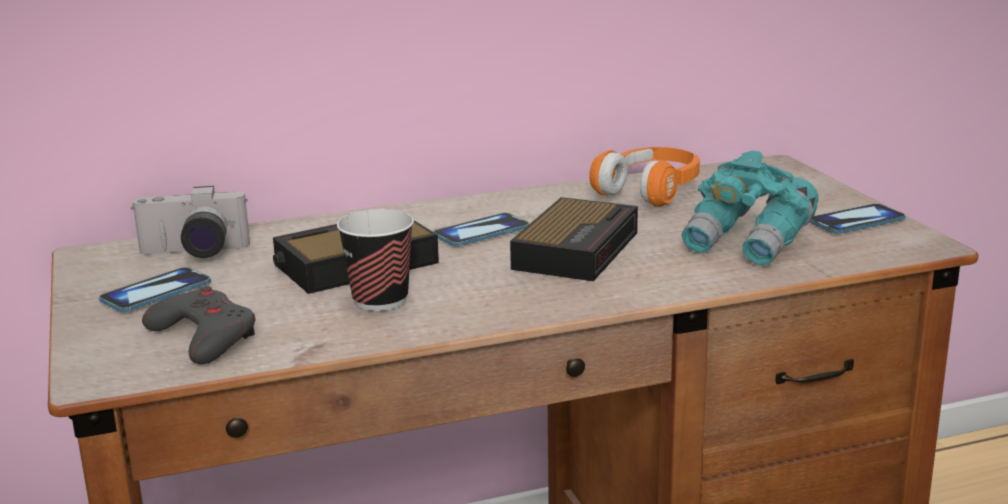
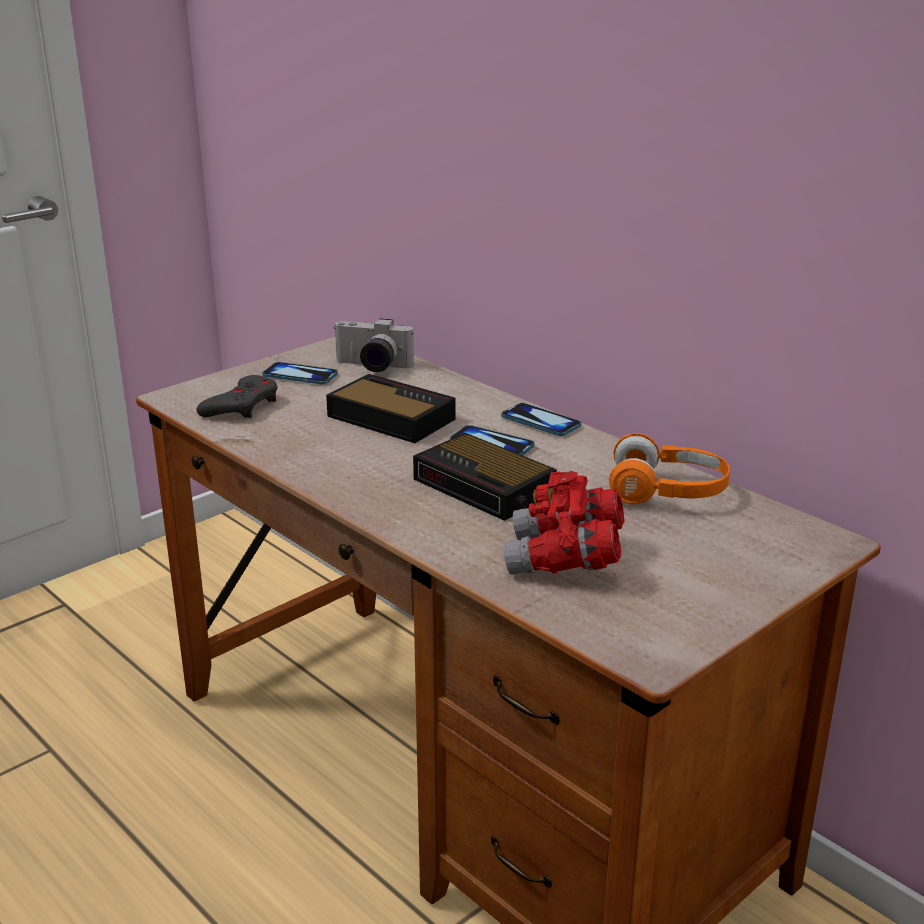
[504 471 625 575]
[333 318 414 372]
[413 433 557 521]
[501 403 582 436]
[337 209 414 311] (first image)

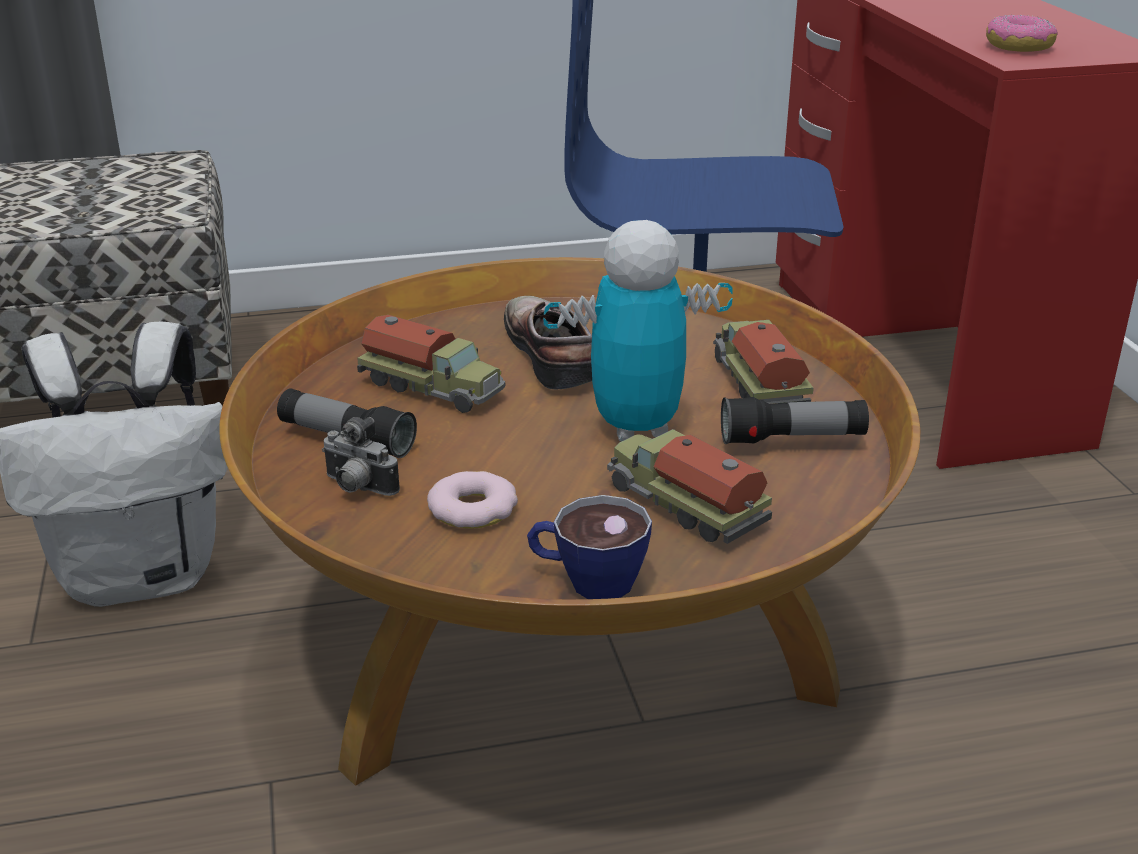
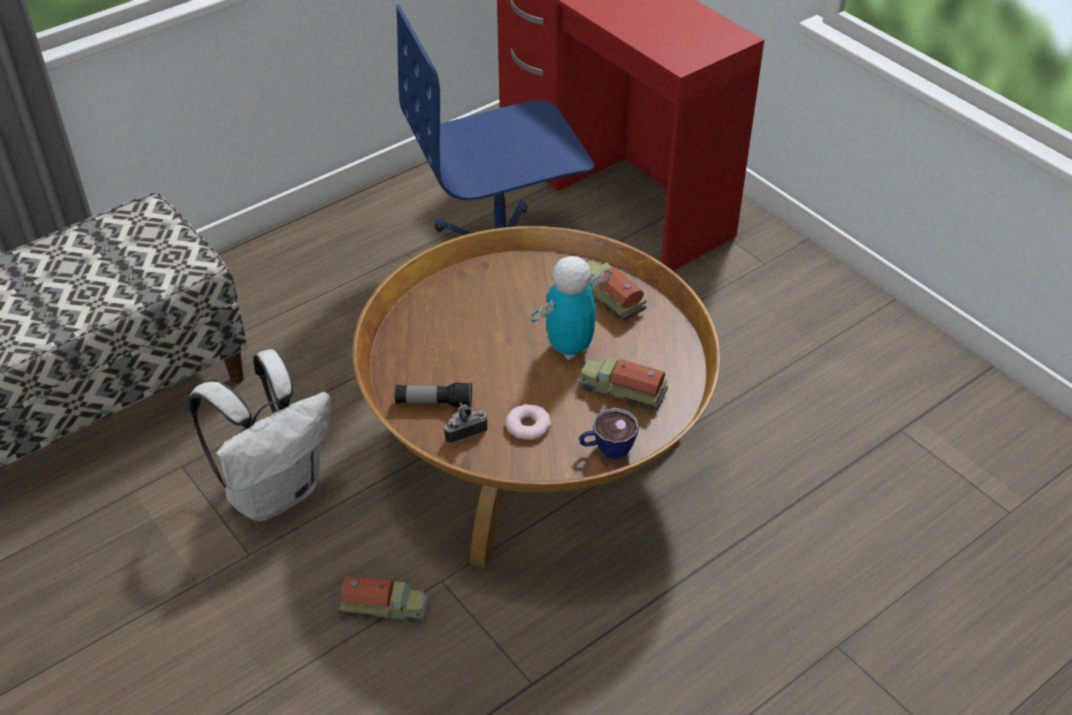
[986 15 1058 52] (first image)
[504 296 592 389] (first image)
[339 576 428 623]
[721 397 869 444] (first image)
[443 402 488 444]

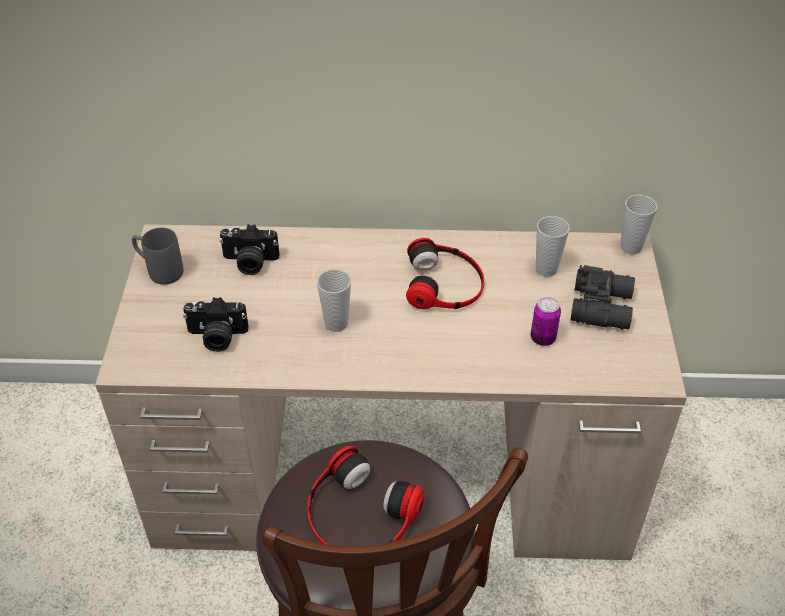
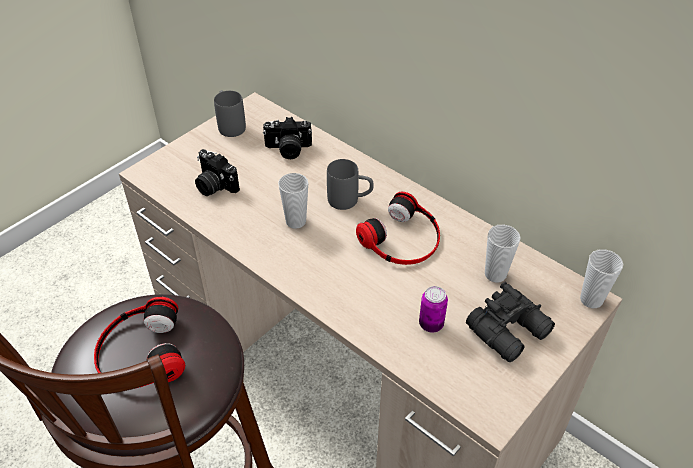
[263 117 312 159]
[327 159 374 210]

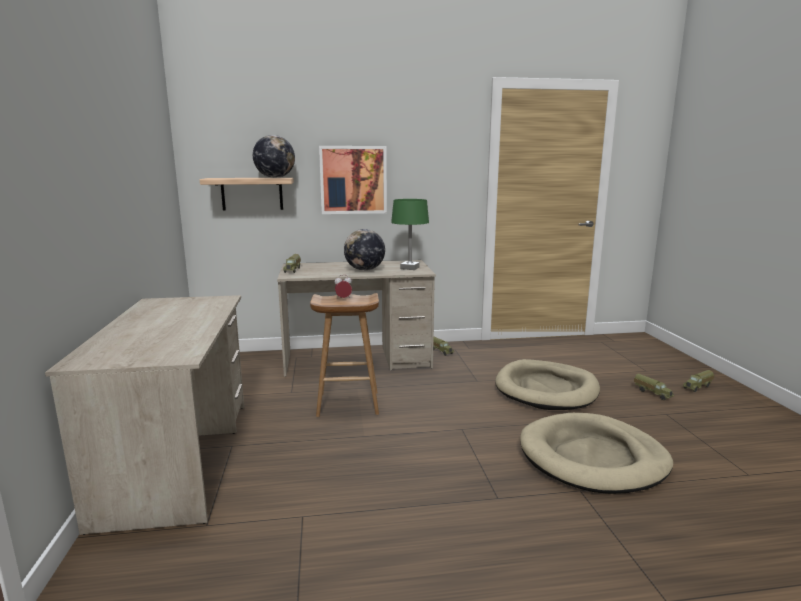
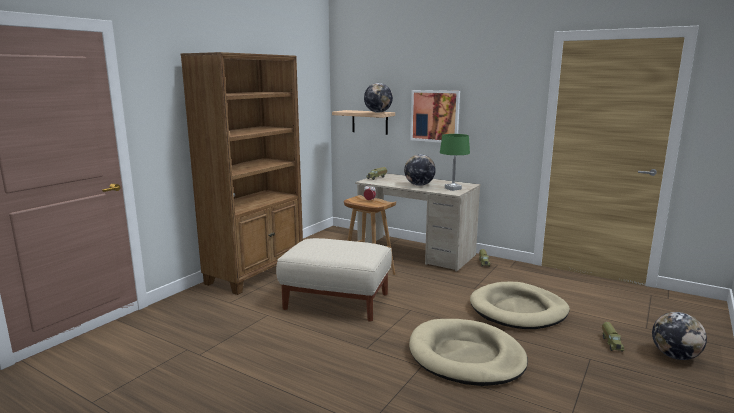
[180 52 303 295]
[652 312 707 360]
[276 238 392 322]

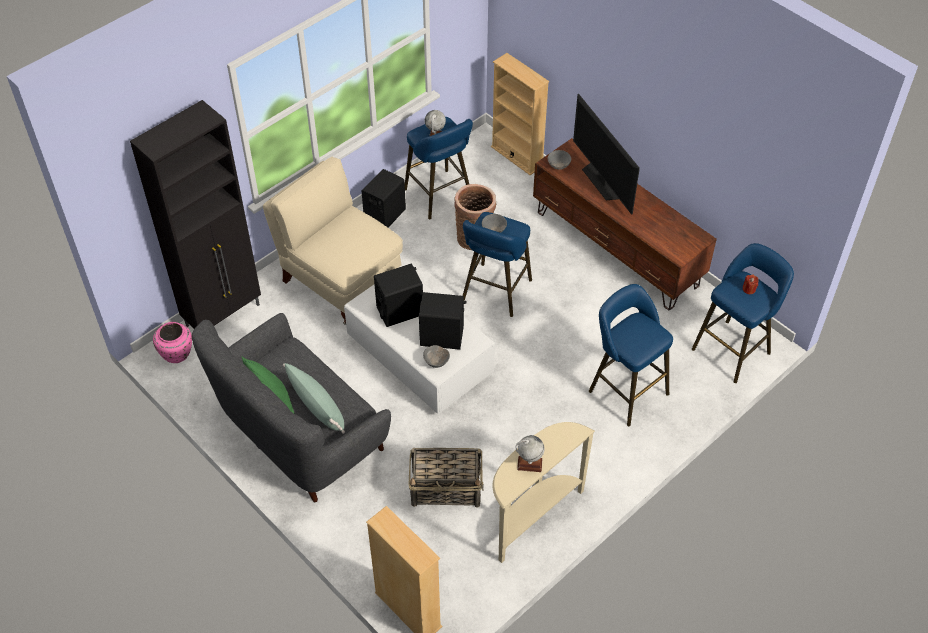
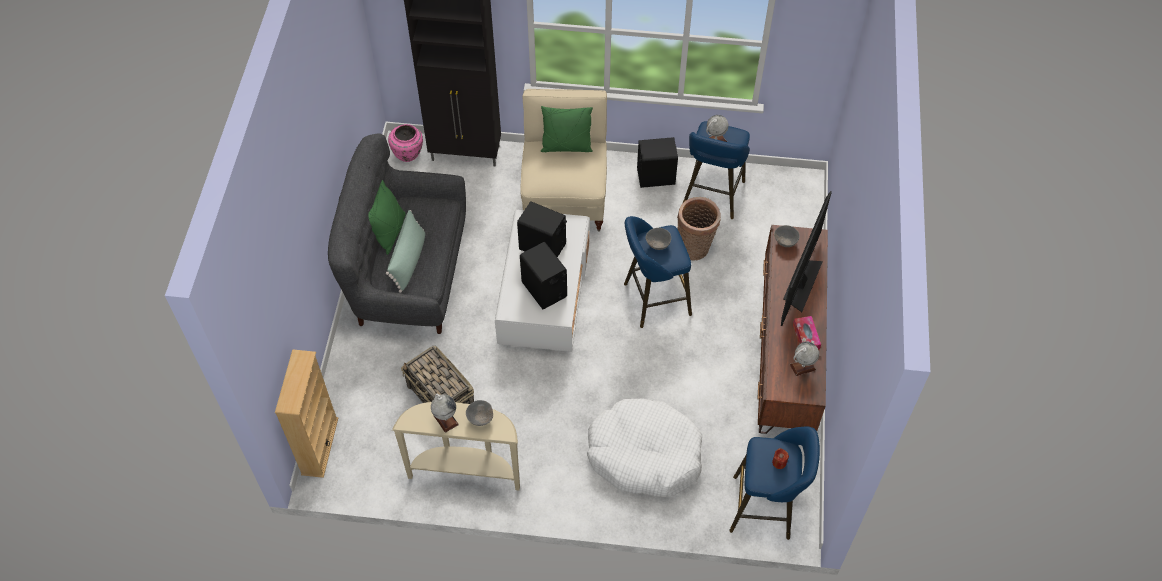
[491 53 549 175] (first image)
[587 399 702 497]
[466 400 493 426]
[541 106 593 152]
[793 316 821 350]
[790 342 819 376]

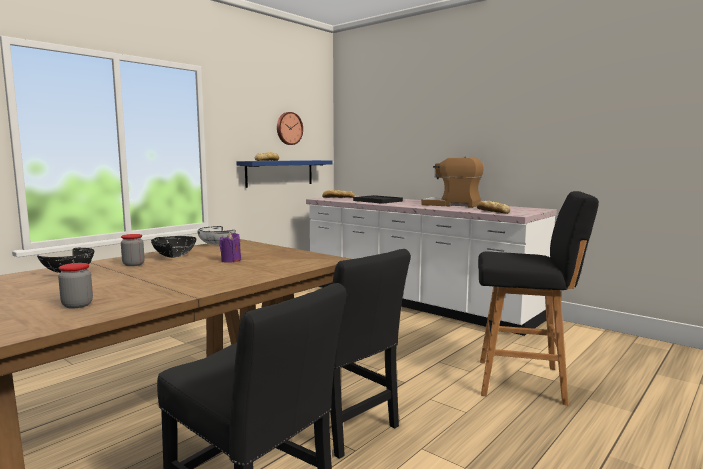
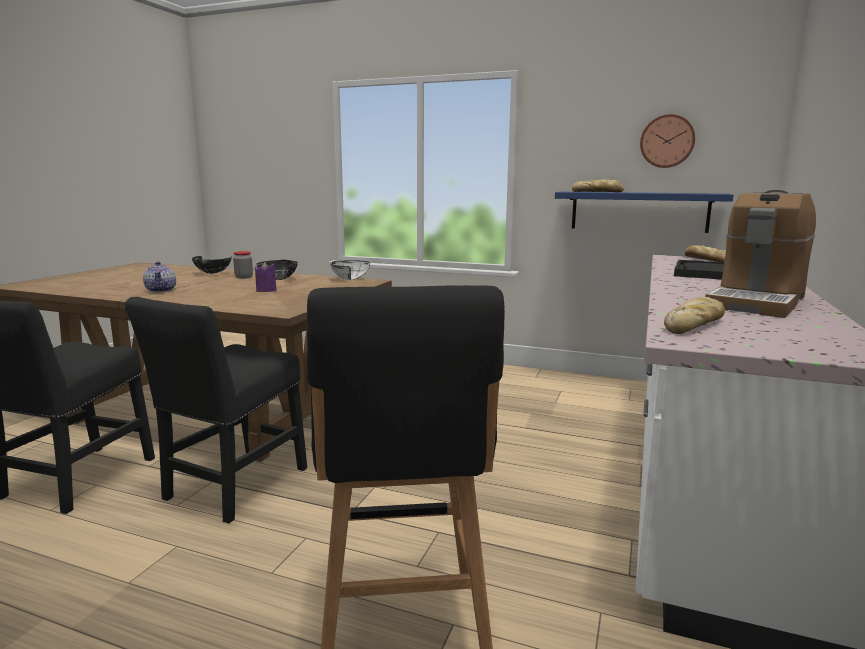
[705 190 816 318]
[58 263 93 309] (first image)
[143 261 176 293]

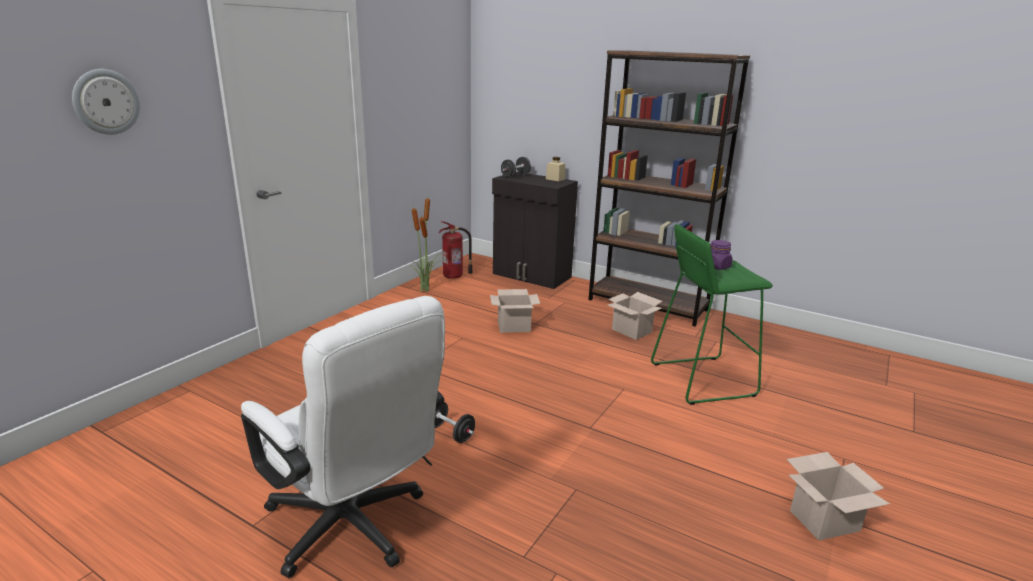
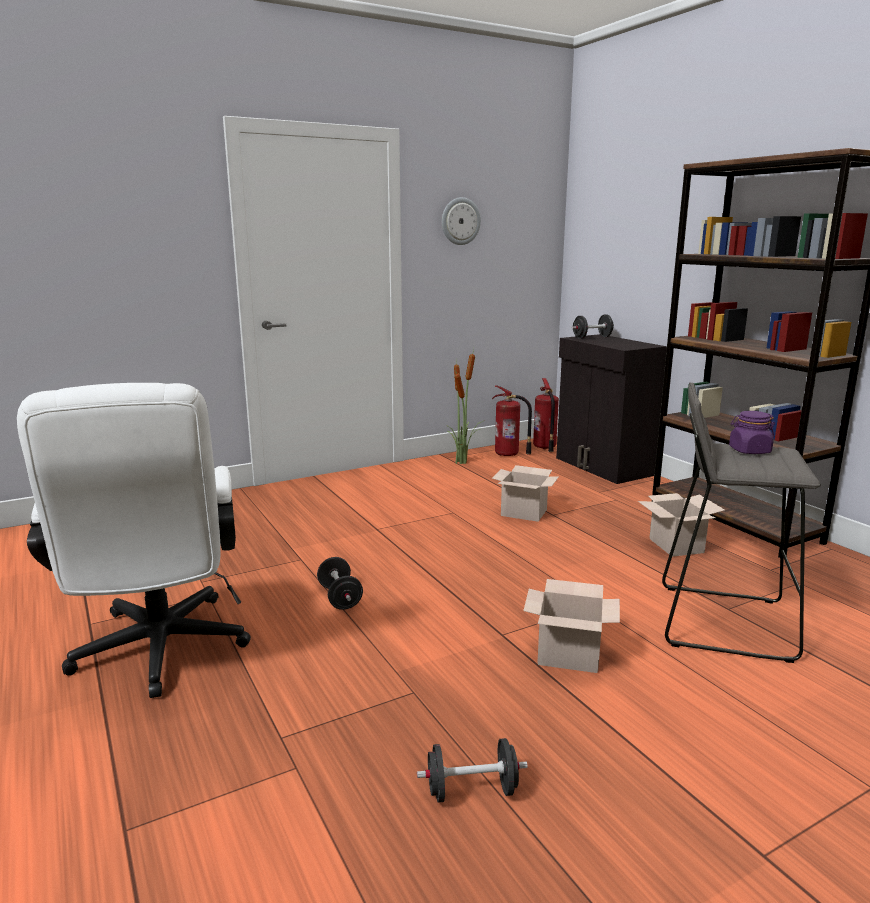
[442 197 481 245]
[546 157 565 181] (first image)
[662 382 821 663]
[523 579 620 673]
[533 378 559 452]
[417 738 528 803]

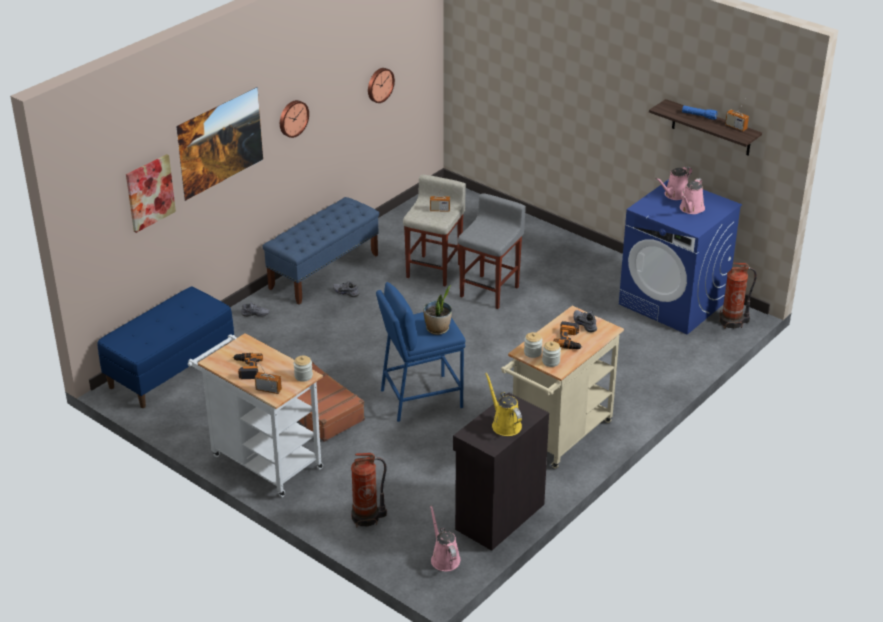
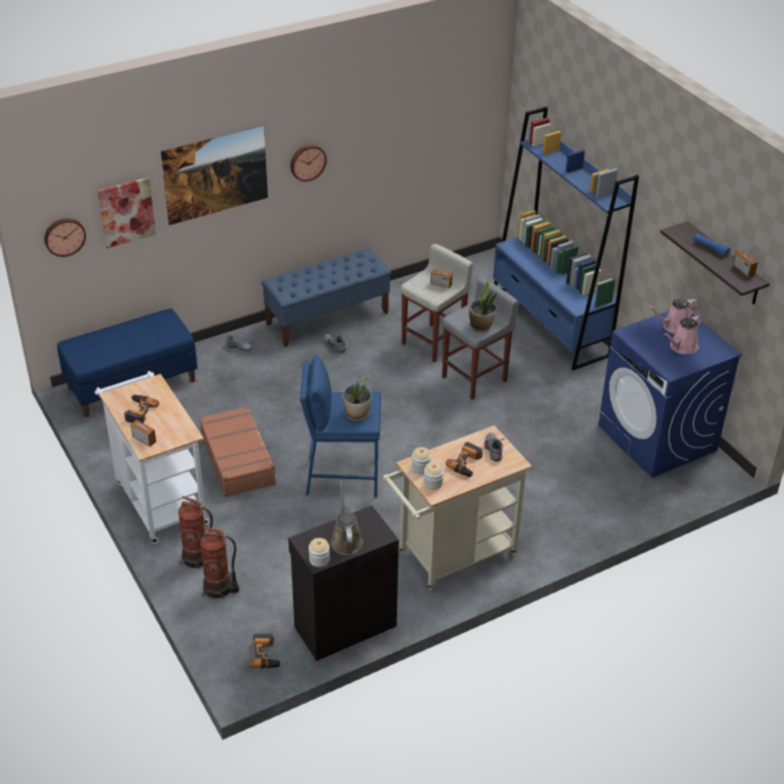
[44 218 86 257]
[178 496 213 569]
[309 538 330 567]
[331 482 363 555]
[249 633 282 668]
[493 107 639 370]
[469 279 498 332]

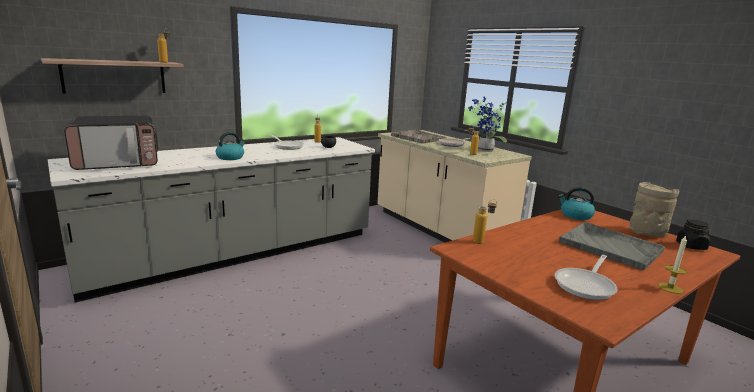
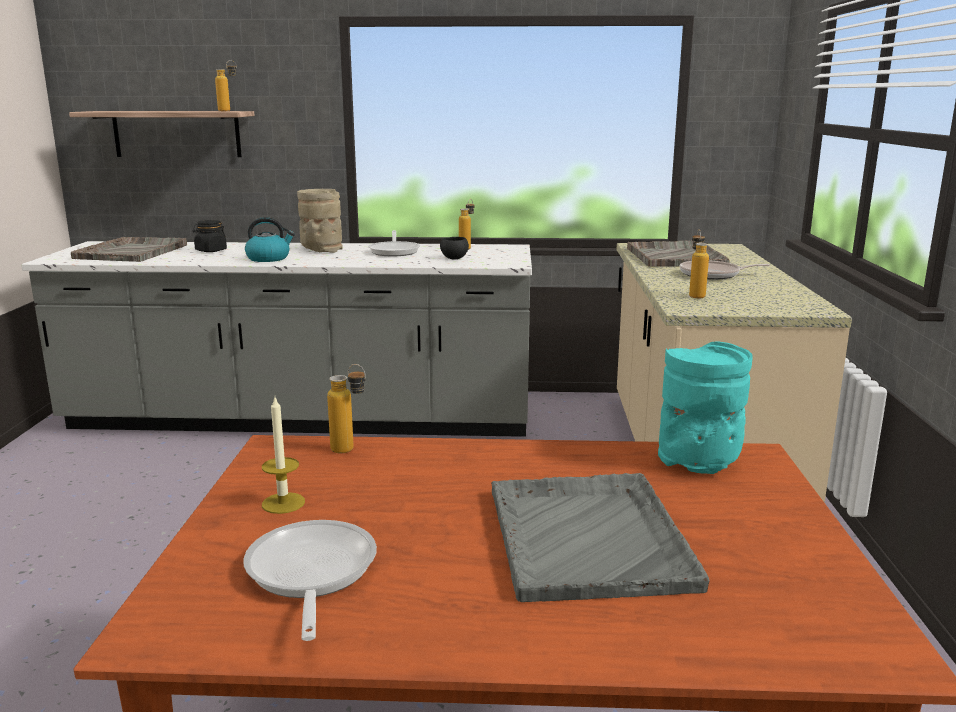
[464 96 507 152] (first image)
[71 237 187 262]
[297 189 343 253]
[658 342 753 474]
[193 220 227 252]
[262 397 305 514]
[243 520 377 641]

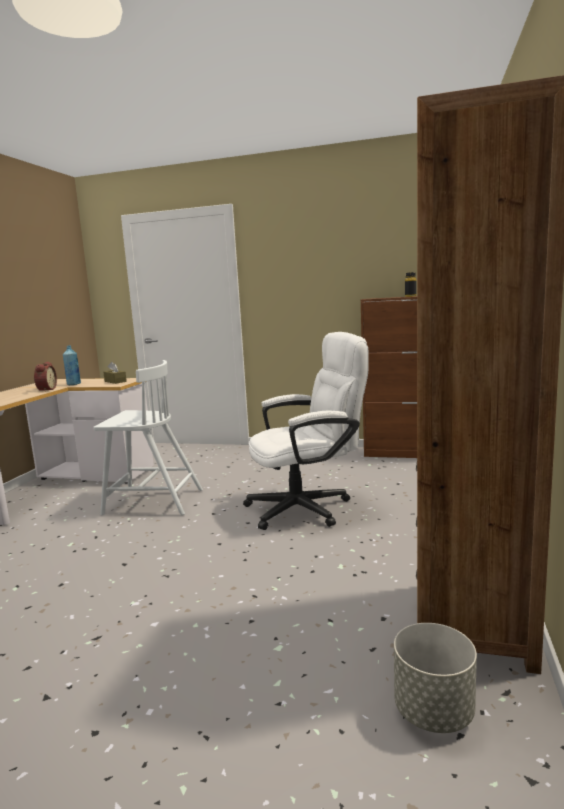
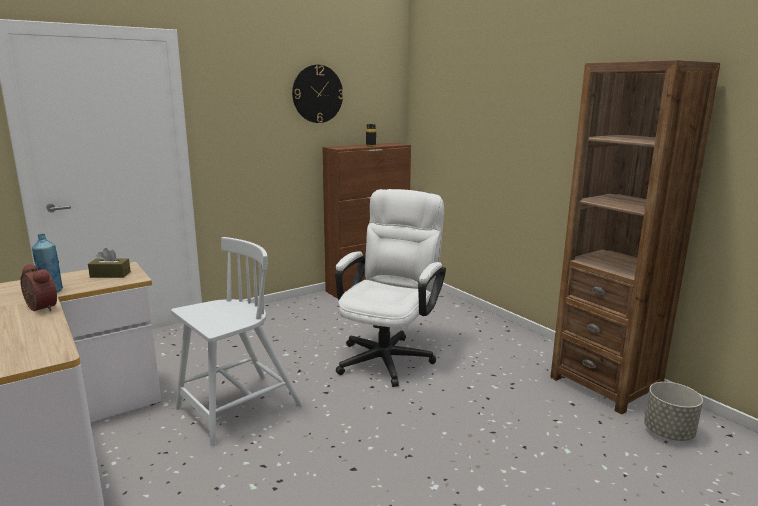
[292 65 344 123]

